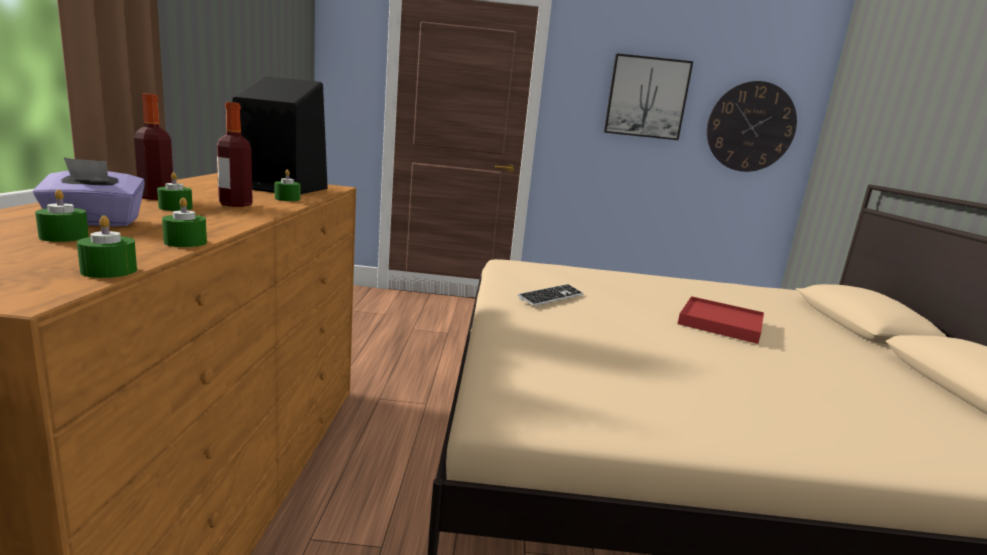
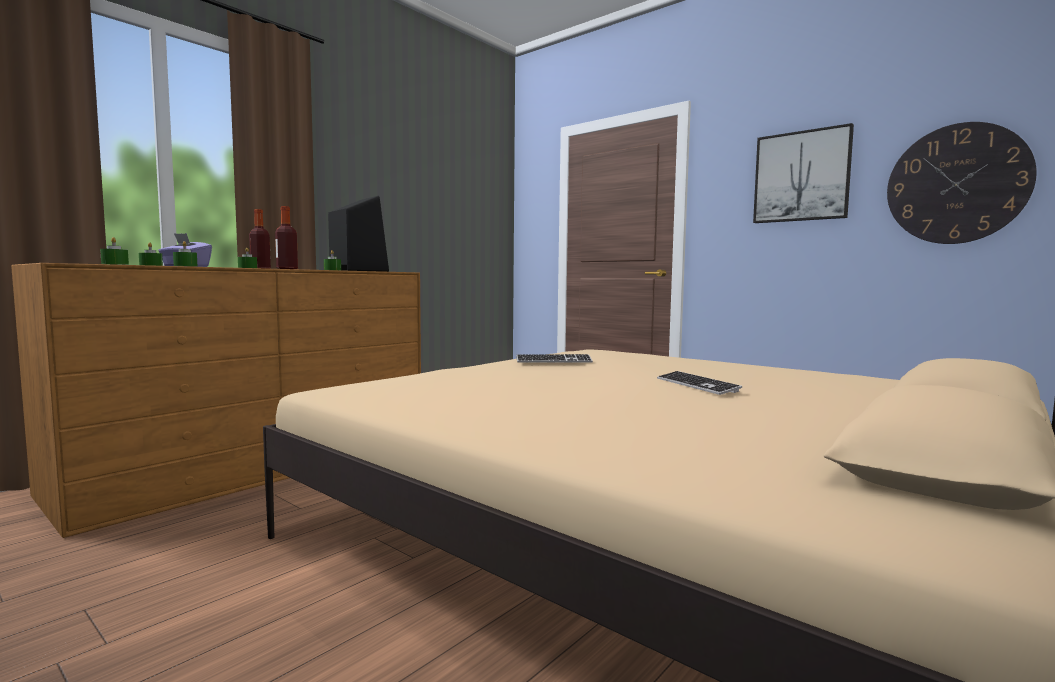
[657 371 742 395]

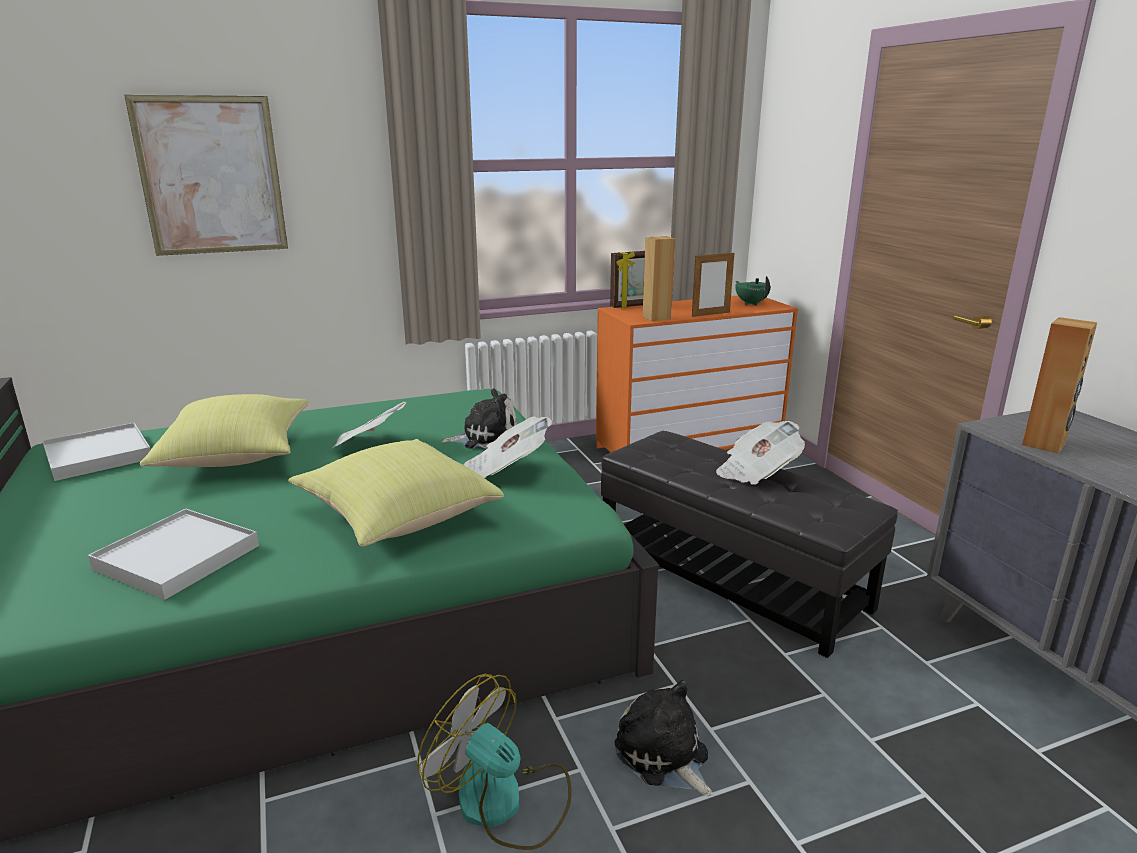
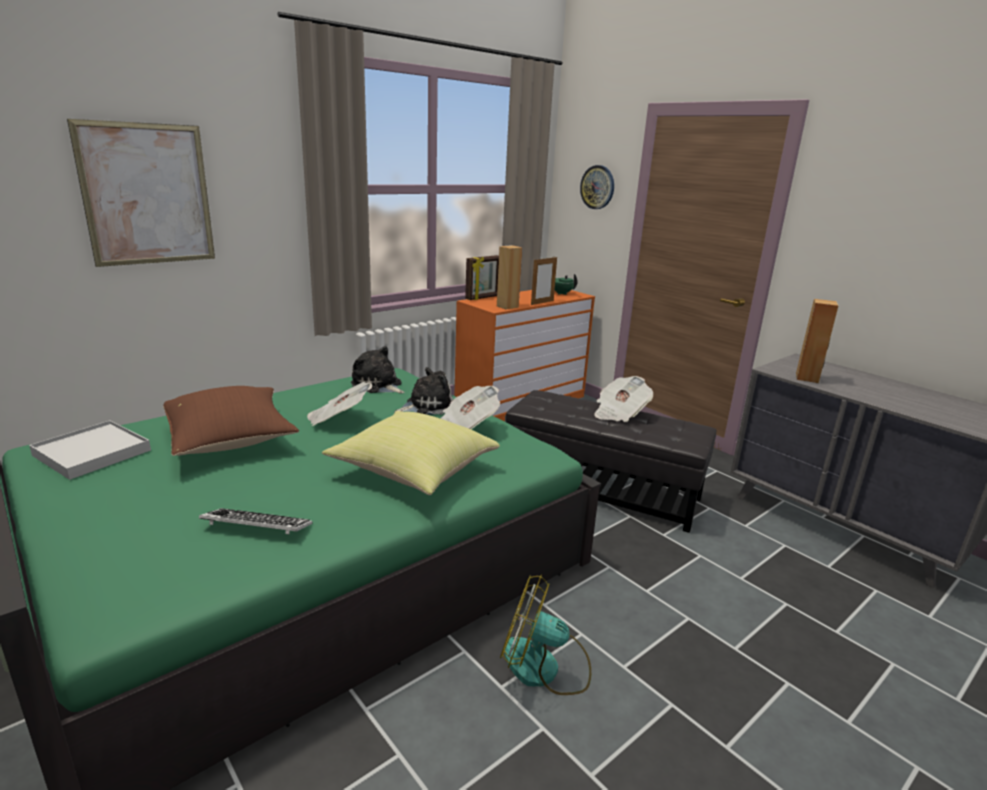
[163 386 299 456]
[199 508 313 534]
[351 346 405 393]
[580 165 614 209]

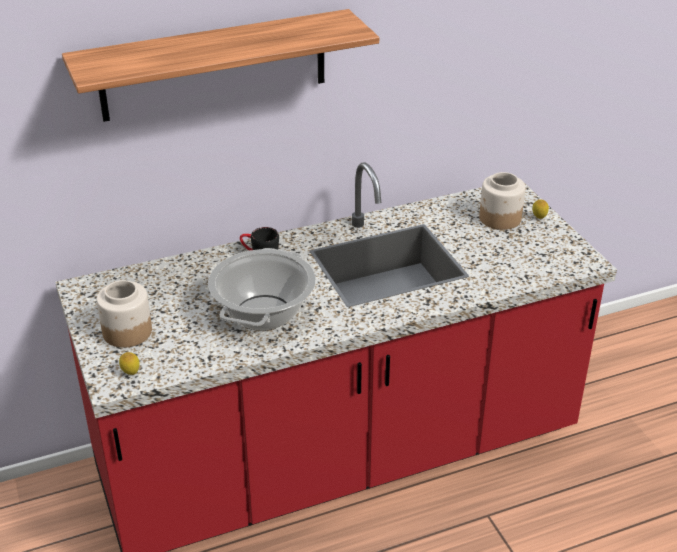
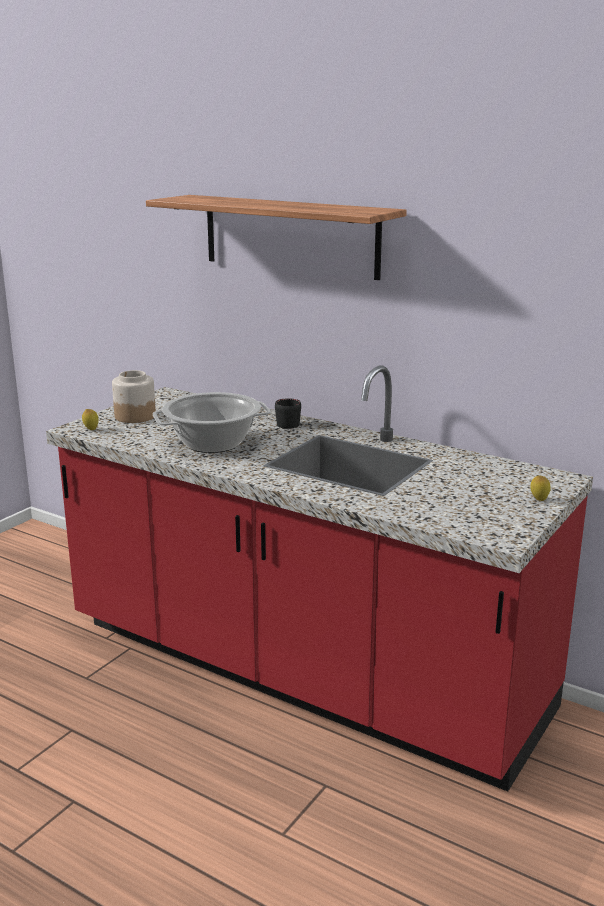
[479 172 526 230] (first image)

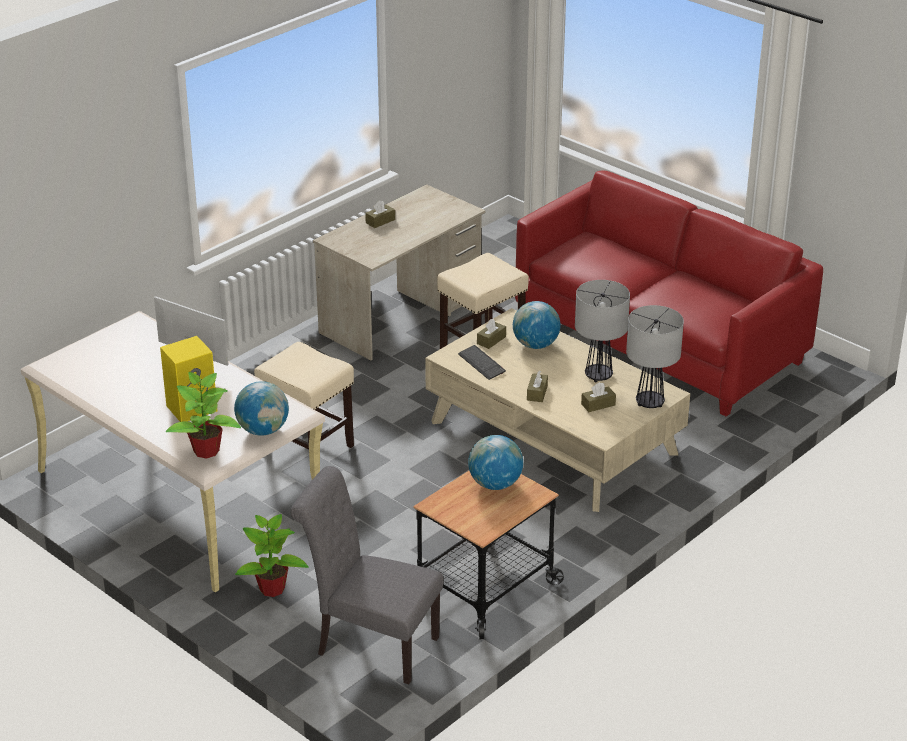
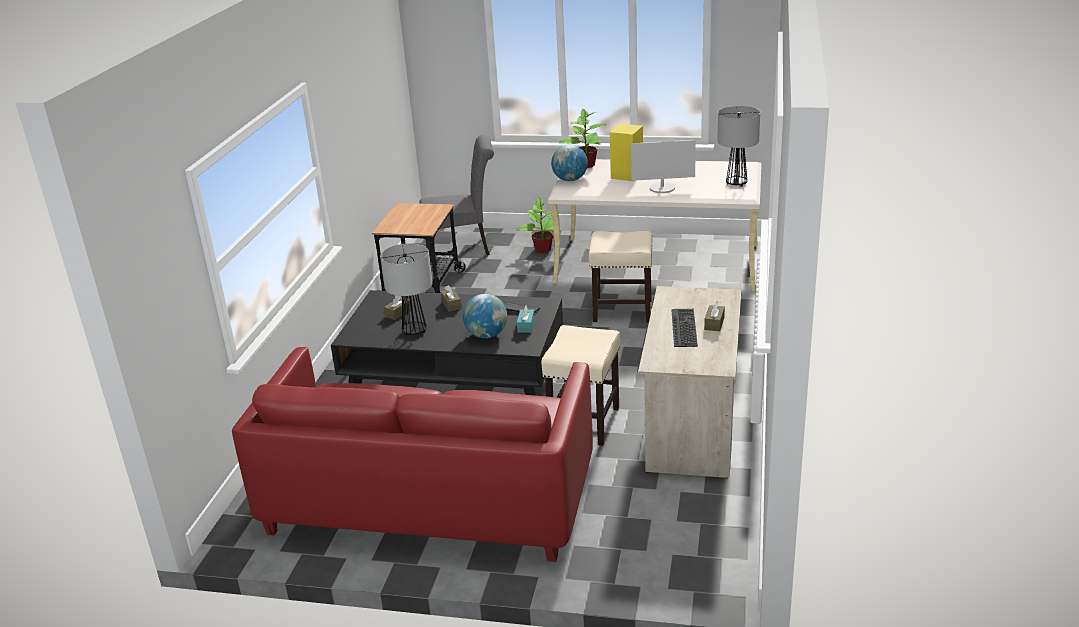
[717 106 760 187]
[331 290 563 396]
[517 306 535 333]
[468 435 523 490] (first image)
[671 309 698 347]

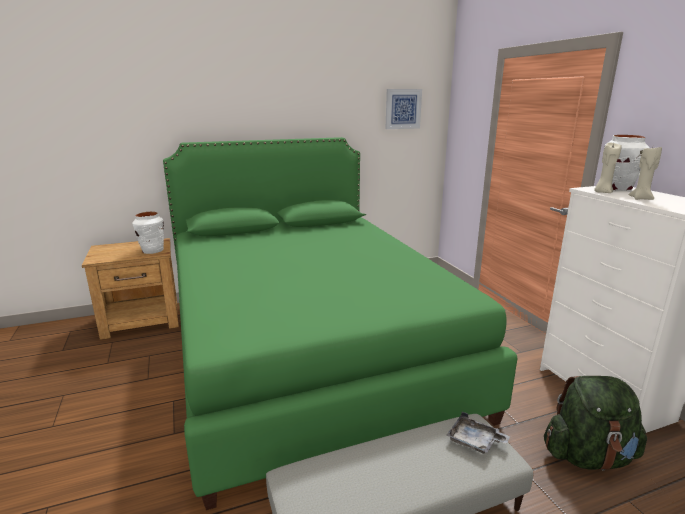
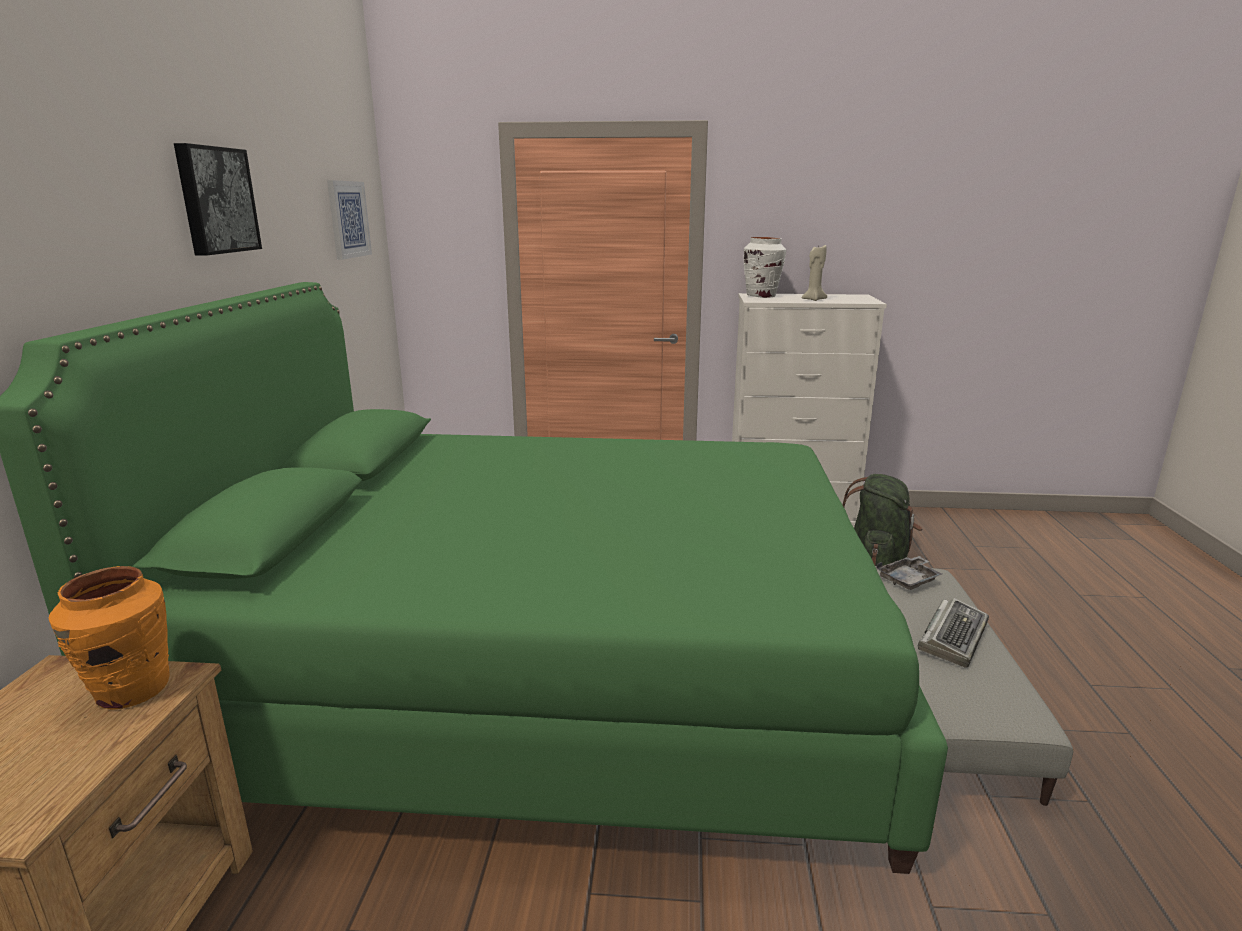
[594 142 622 193] (first image)
[49 566 170 710]
[174 143 262 256]
[918 598 989 668]

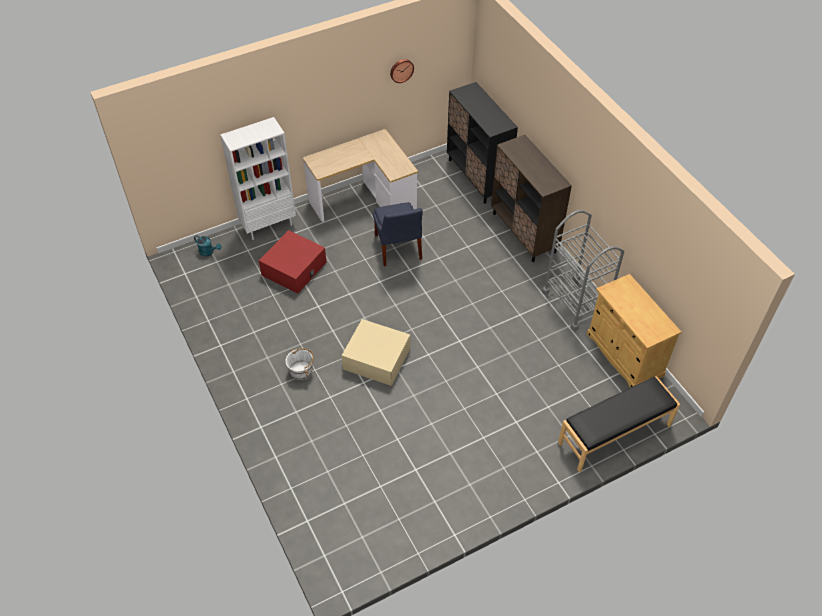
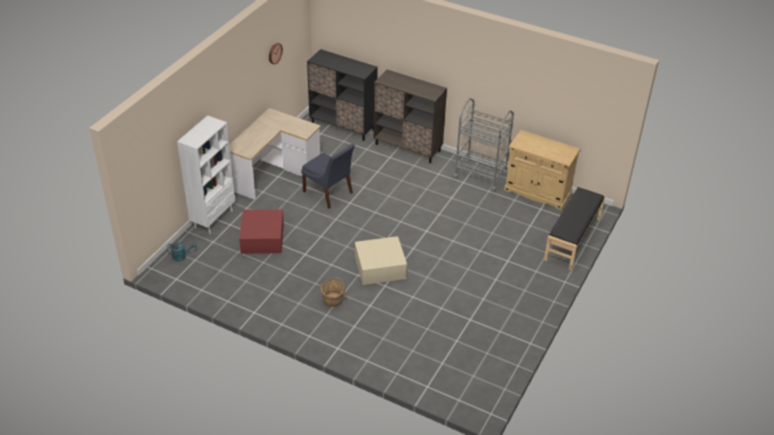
[319 278 347 307]

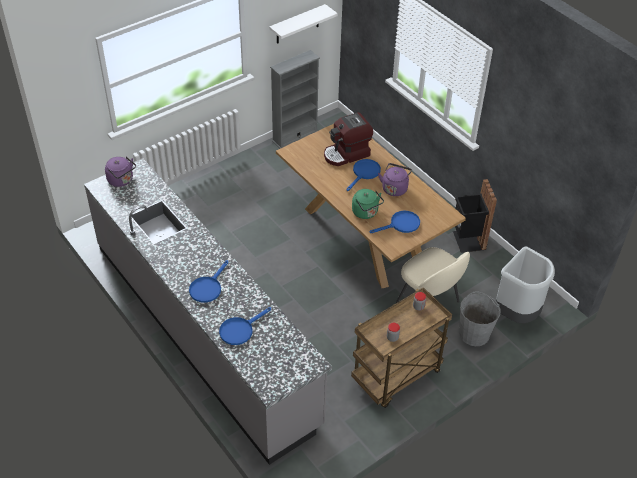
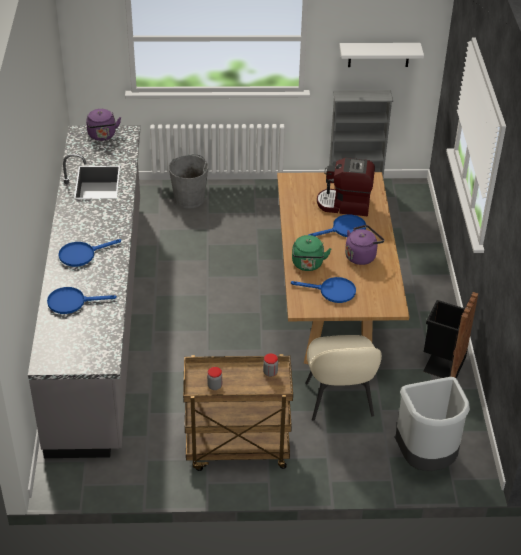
[169 154 208 209]

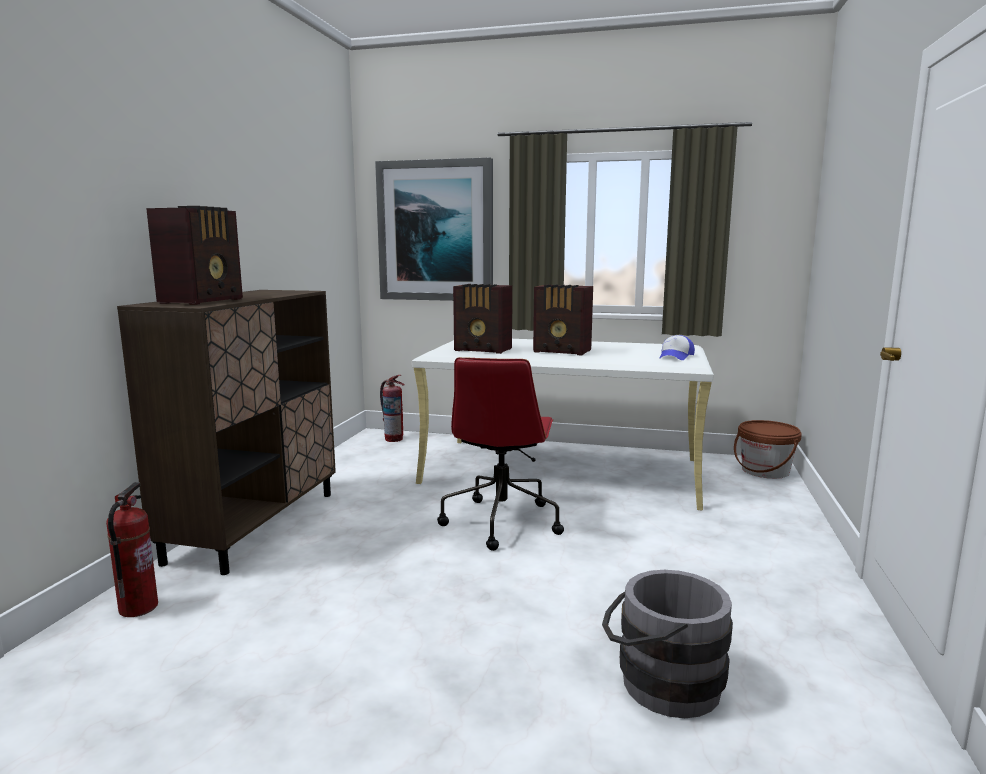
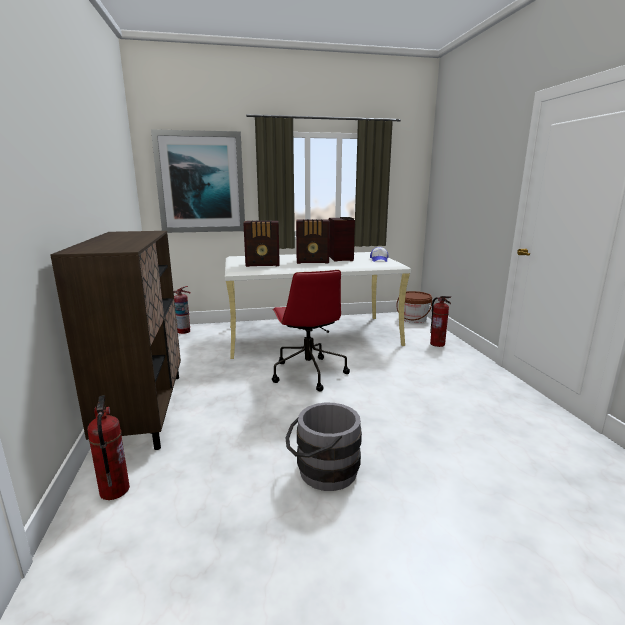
[329 217 355 262]
[286 403 362 491]
[430 296 451 347]

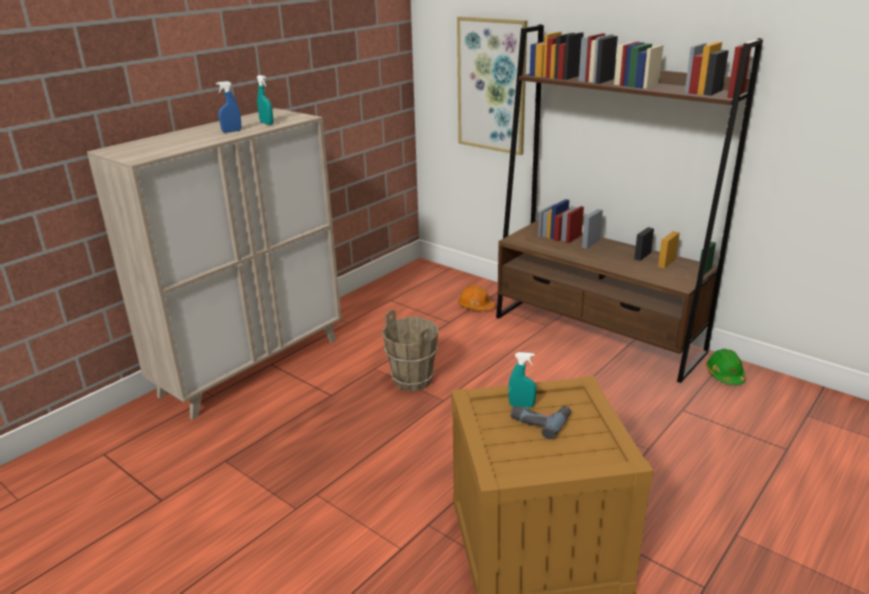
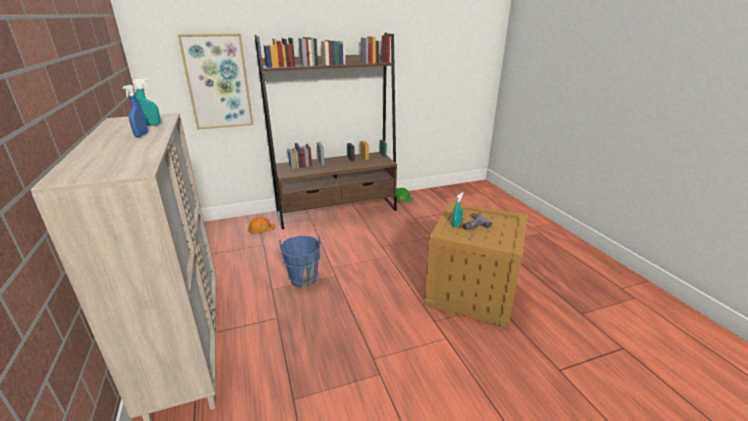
[279 236 320 288]

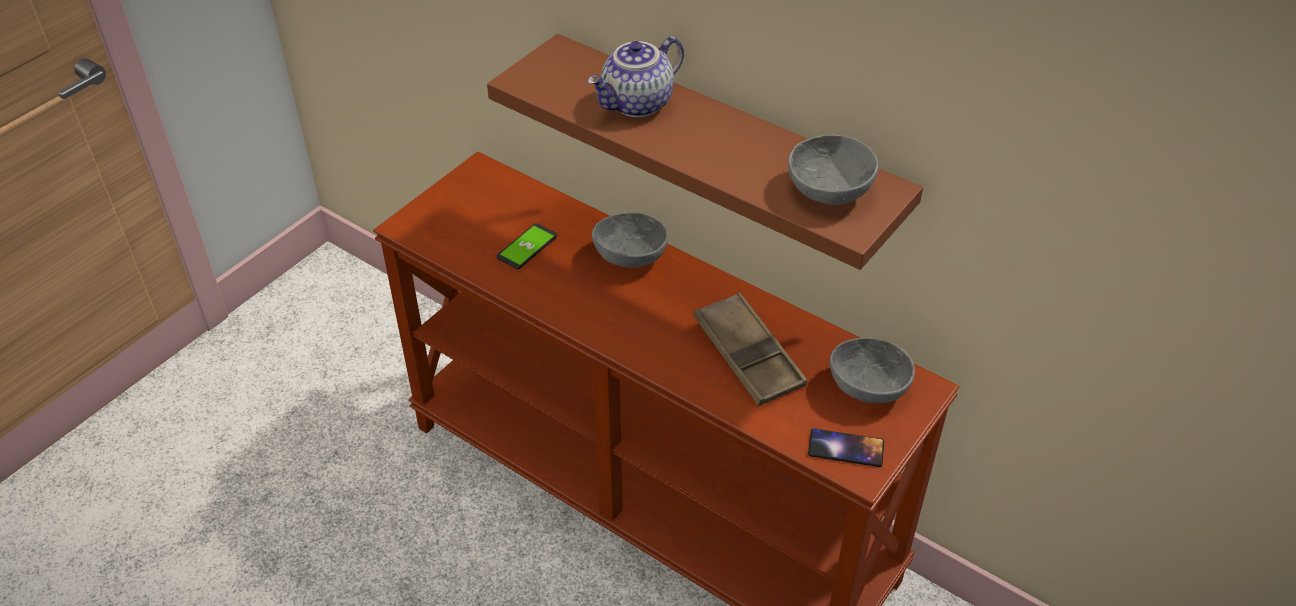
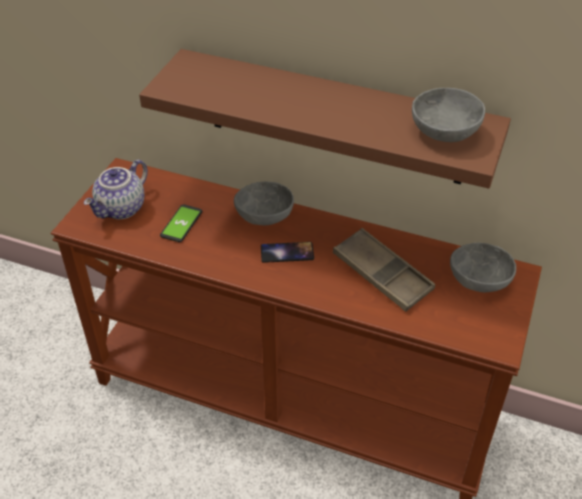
[84 160 148 219]
[261 242 314 263]

